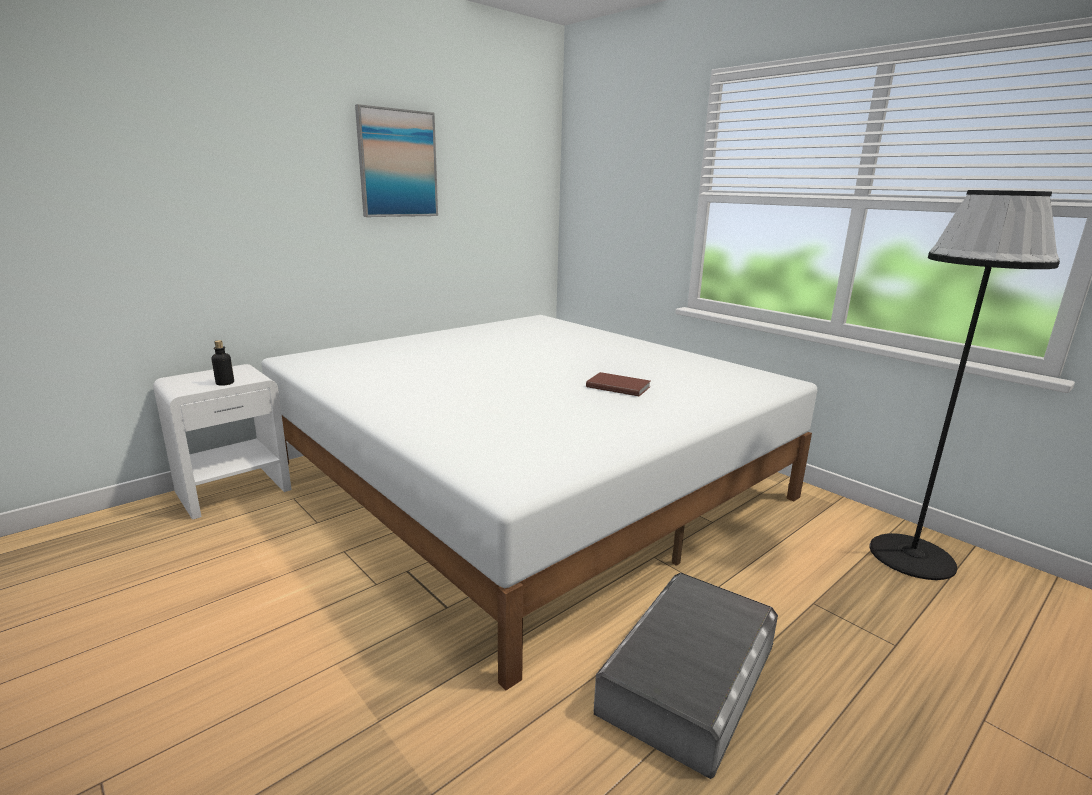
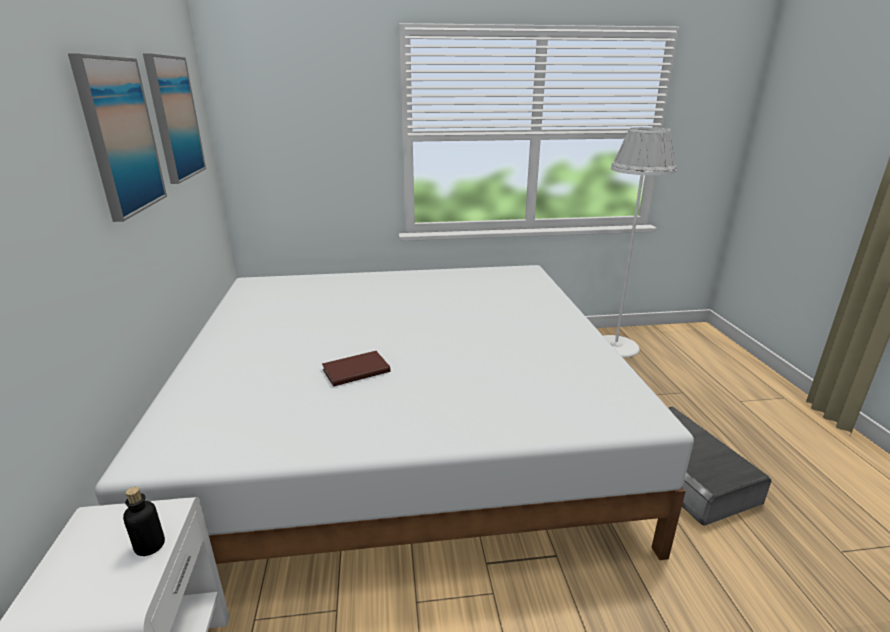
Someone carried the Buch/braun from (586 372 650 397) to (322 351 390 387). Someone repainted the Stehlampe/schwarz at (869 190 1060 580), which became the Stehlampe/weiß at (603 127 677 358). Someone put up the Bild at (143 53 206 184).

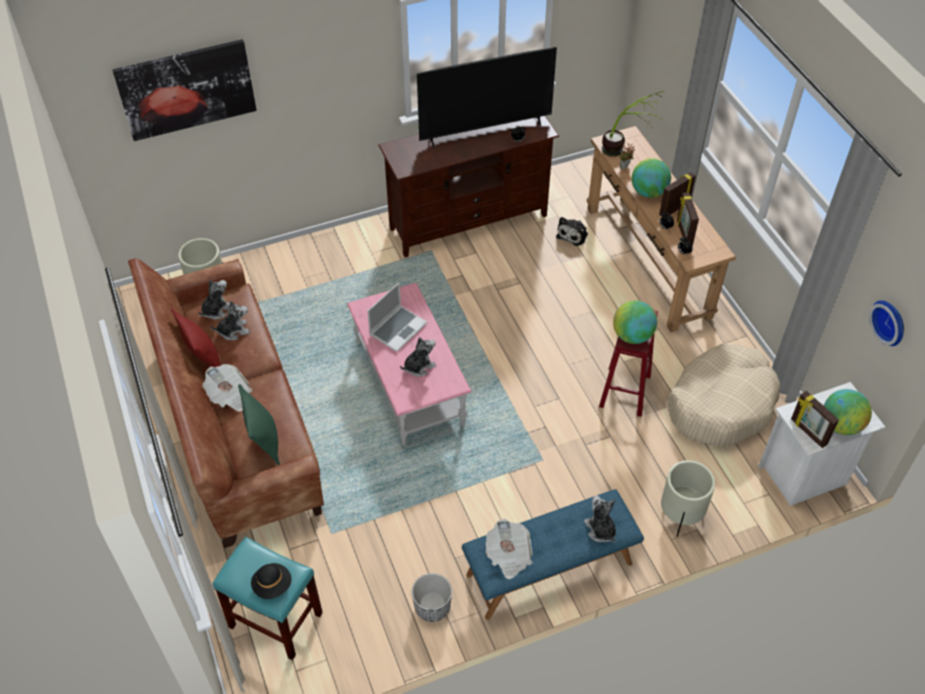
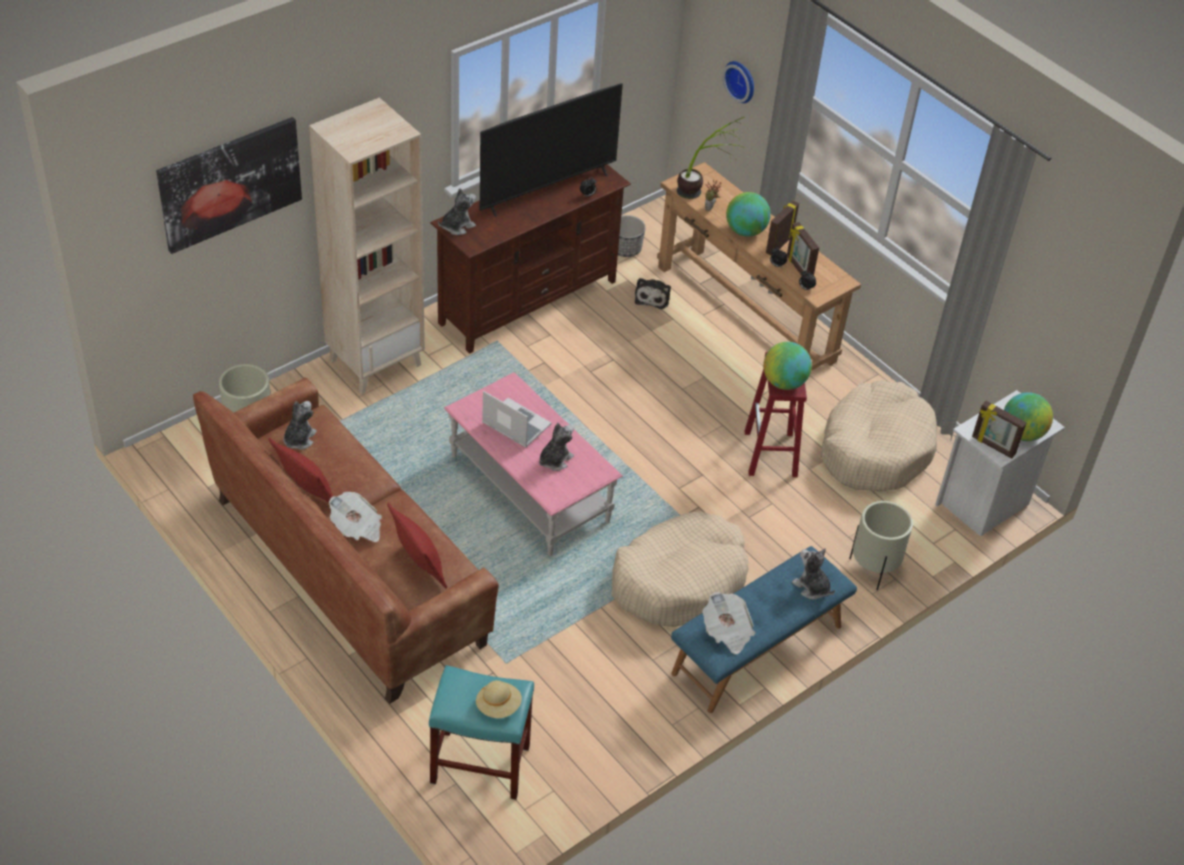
Someone carried the Plüschtier from (210 301 250 340) to (438 188 476 235). Someone repainted the Kissen/grün at (238 384 280 465), which became the Kissen/rot at (387 503 447 589). Someone repainted the Hut/schwarz at (251 563 292 599), which became the Hut/beige at (476 680 522 718). Someone rotated the Laptop at (367 282 427 352) by 75 degrees counterclockwise. Someone carried the Pflanzkübel from (412 573 452 622) to (618 215 646 257). Someone carried the Wanduhr from (869 301 904 346) to (723 61 754 103). Someone put down the Bücherregal/beige at (309 97 425 394). Someone put down the Hundebett/beige at (612 511 748 627).

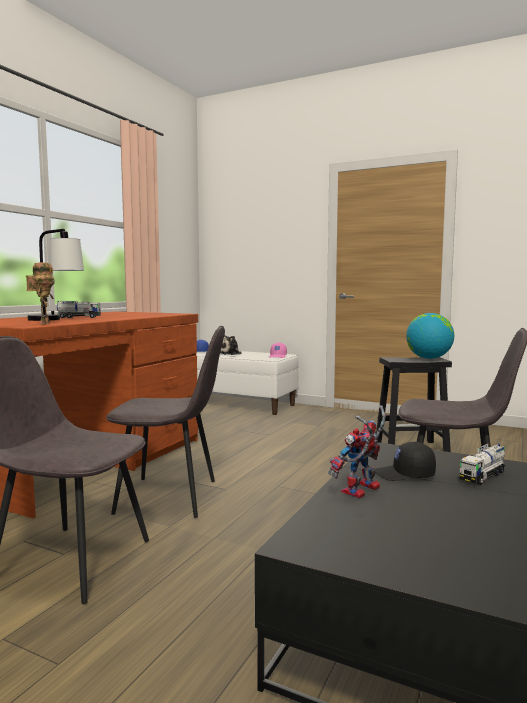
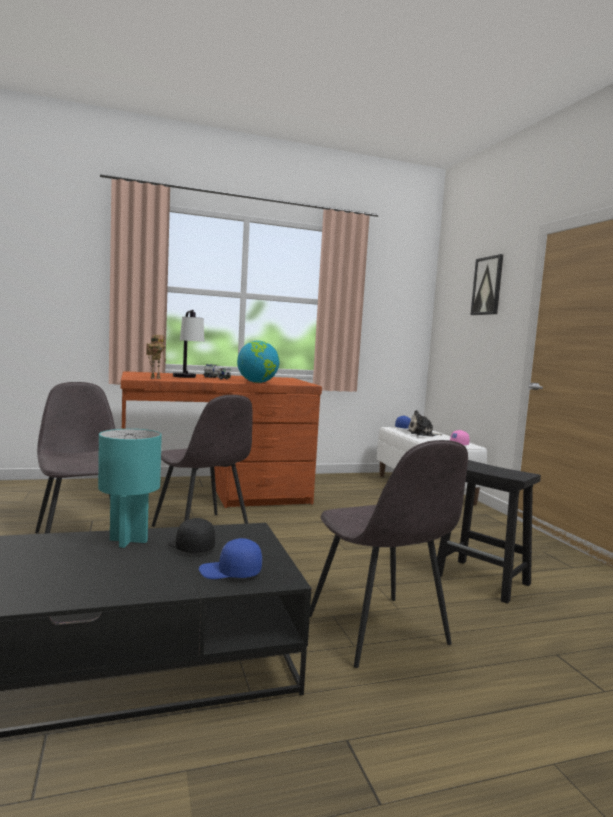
Someone swapped the Spielzeugroboter at (328 405 386 499) for the Tischlampe/türkis at (98 429 162 548). Someone carried the Globus from (406 313 454 359) to (237 341 279 383). Someone swapped the Spielzeuglaster at (459 444 506 485) for the Kappe/blau at (199 538 262 579). Someone put up the Bild at (471 254 503 315).

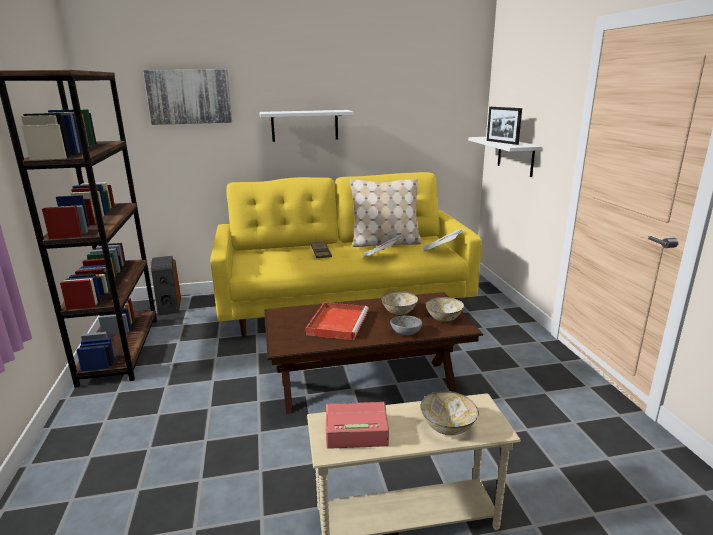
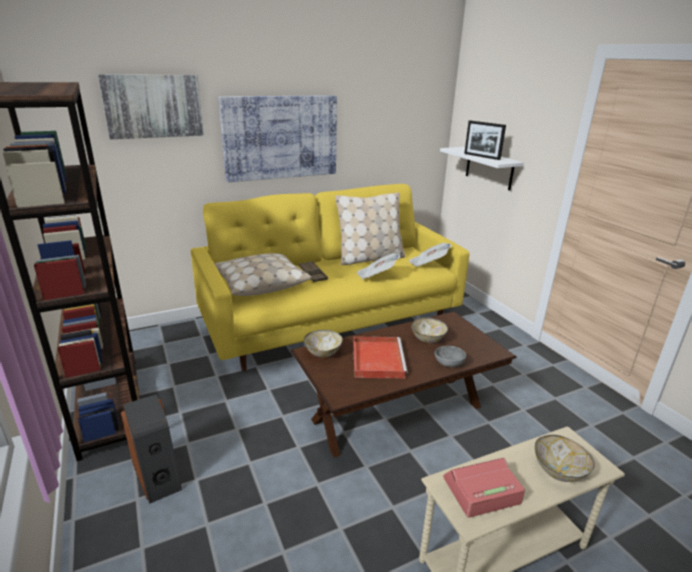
Someone carried the Lautsprecher from (150 256 181 316) to (121 394 182 504). Someone swapped the Wandregal/weiß at (259 110 354 142) for the Bild at (219 95 337 182). Someone carried the Schüssel from (425 297 464 322) to (304 330 343 357). Someone put down the Kissen/beige at (214 253 312 296).

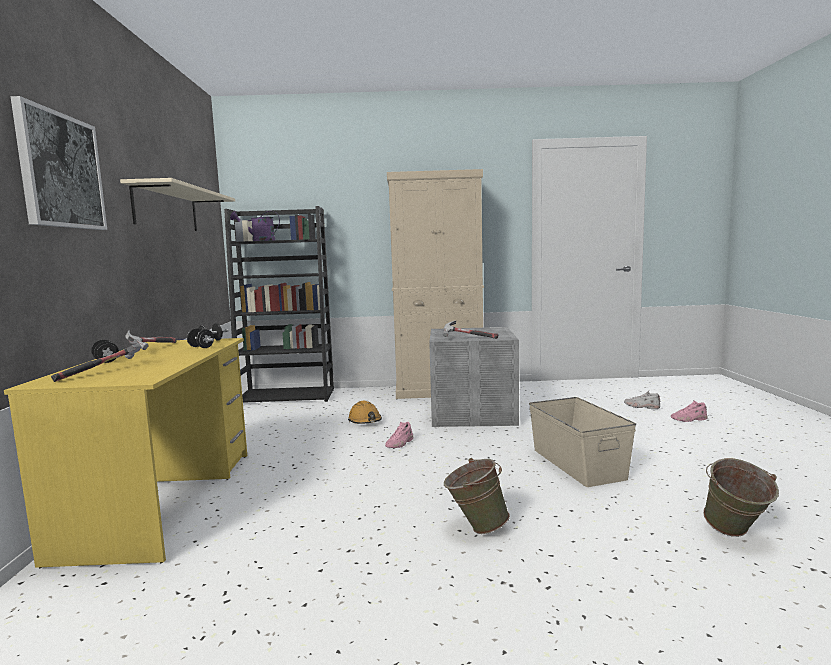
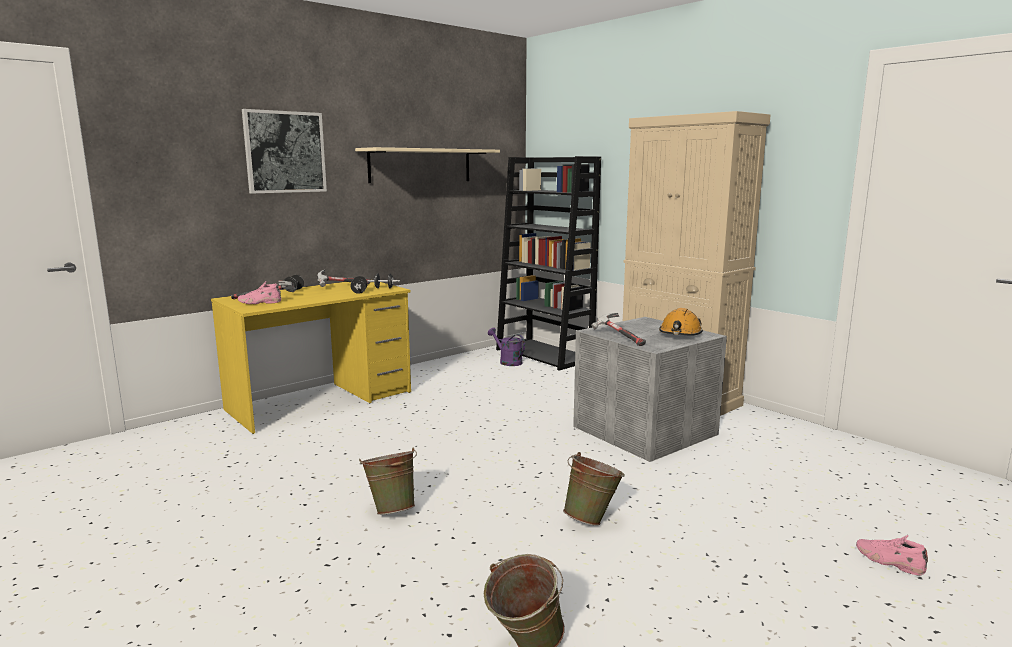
Someone carried the Gießkanne/lila from (230 211 280 241) to (488 328 525 366). Someone carried the Schutzhelm/orange from (348 401 382 424) to (659 308 703 335). Someone carried the Schuh/rosa from (385 422 413 448) to (238 281 281 304). Someone swapped the Aufbewahrungsbox/beige at (529 397 636 487) for the Eimer/grün at (563 452 625 526). Someone took away the Schuh/weiß at (624 391 660 409).

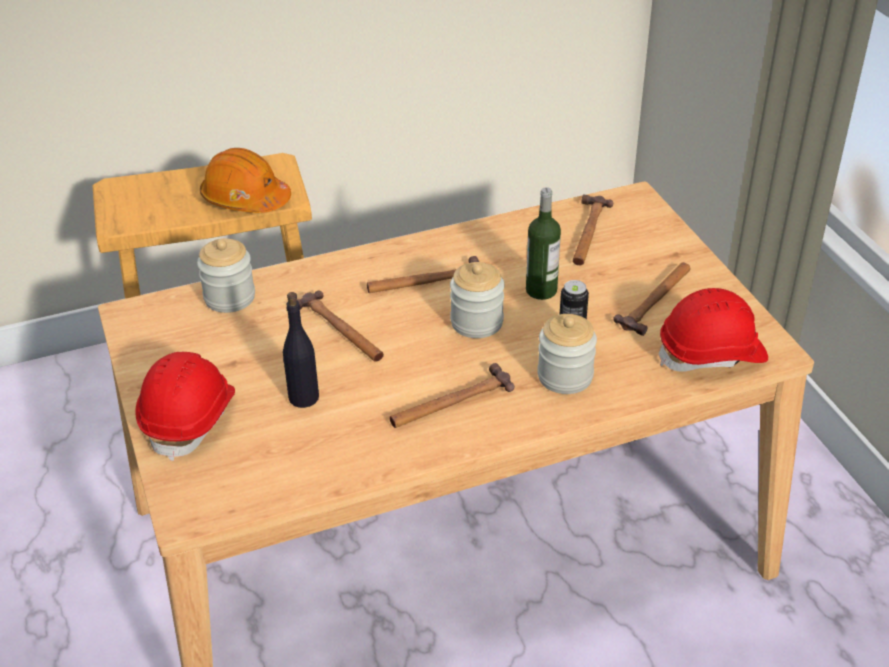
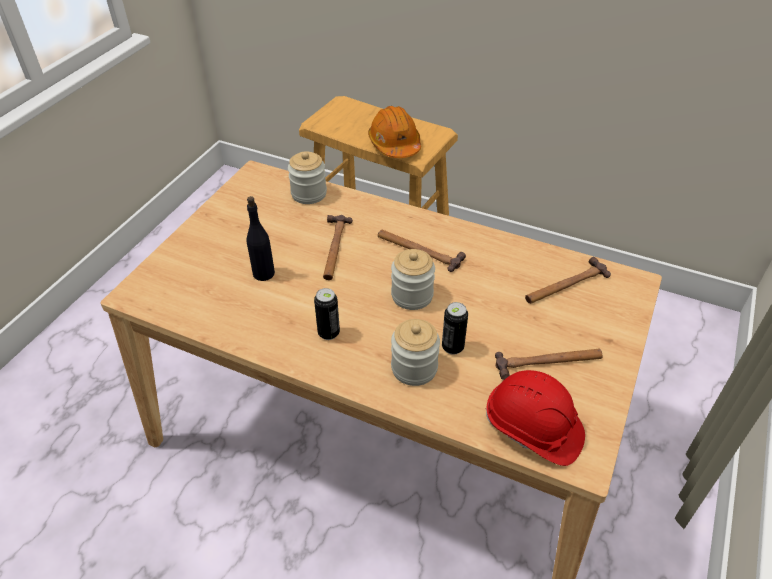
Someone took away the Schutzhelm/rot at (135 352 235 461). Someone swapped the Hammer at (390 363 514 428) for the Dose at (314 288 340 340). Someone took away the Flasche at (526 187 561 300).

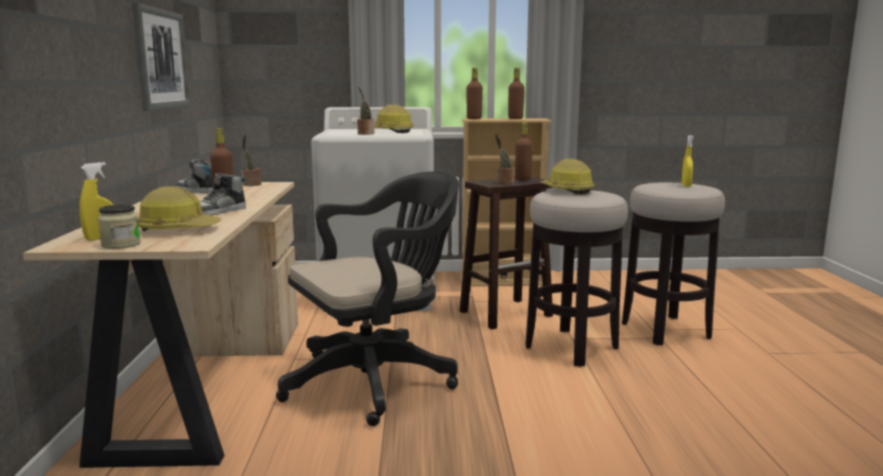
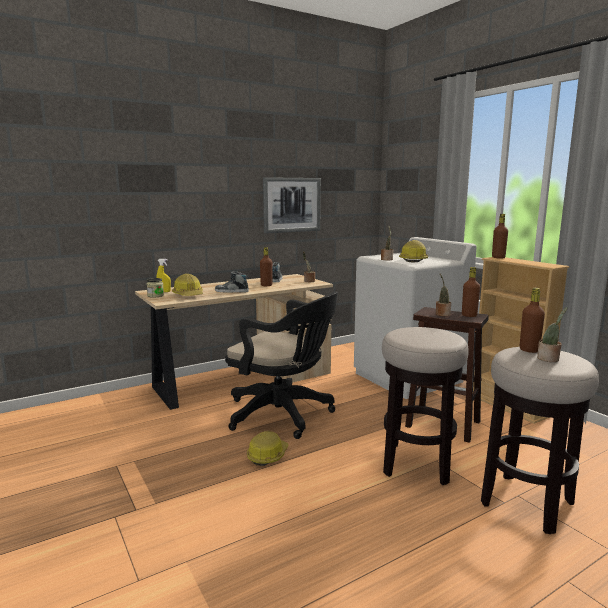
Someone carried the Flasche/braun from (508 68 525 119) to (520 288 545 353). Someone carried the Schutzhelm from (540 159 595 194) to (247 431 289 466). Someone swapped the Sprühflasche/gelb at (682 135 694 187) for the Topfpflanze at (537 307 567 362).

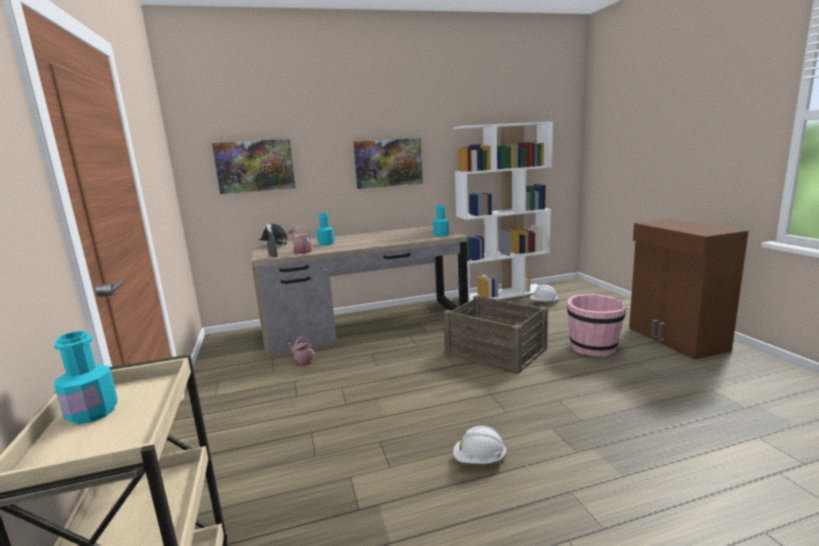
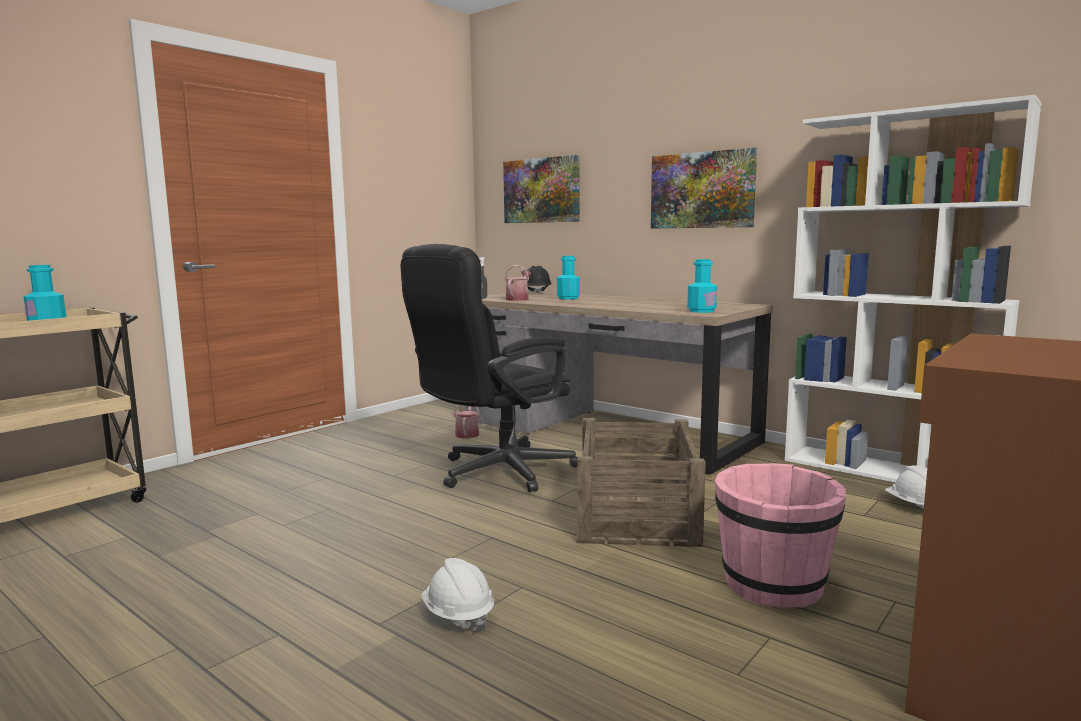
Someone carried the Schutzhelm/weiß from (453 426 507 464) to (421 558 494 632). Someone put down the Bürostuhl/schwarz at (400 244 578 493).

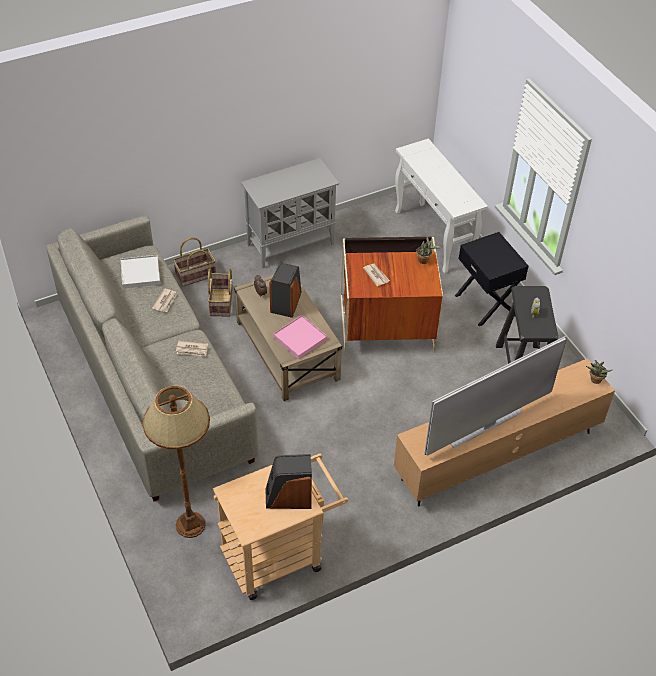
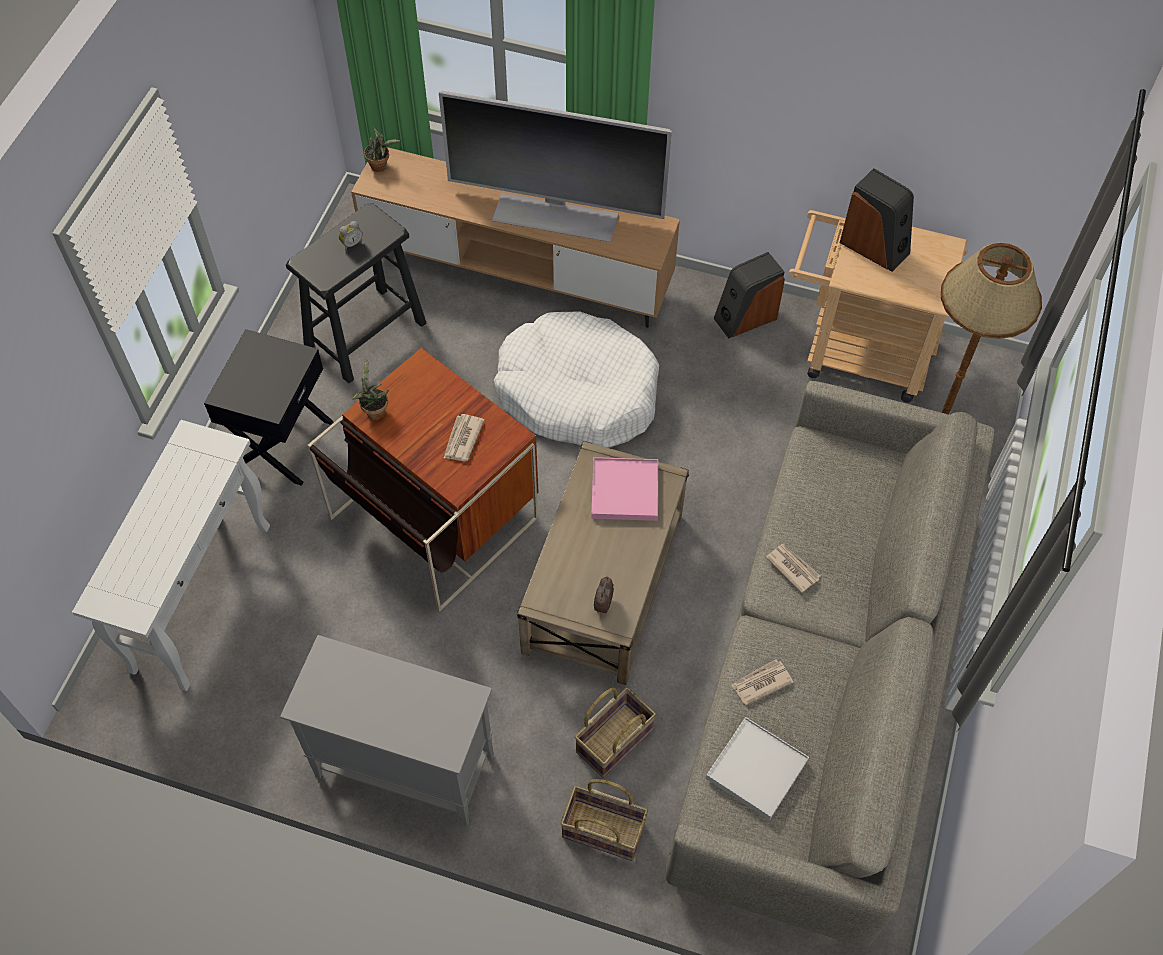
Someone carried the Lautsprecher from (269 262 301 318) to (713 252 785 338). Someone put down the Hundebett/weiß at (494 311 659 447).

